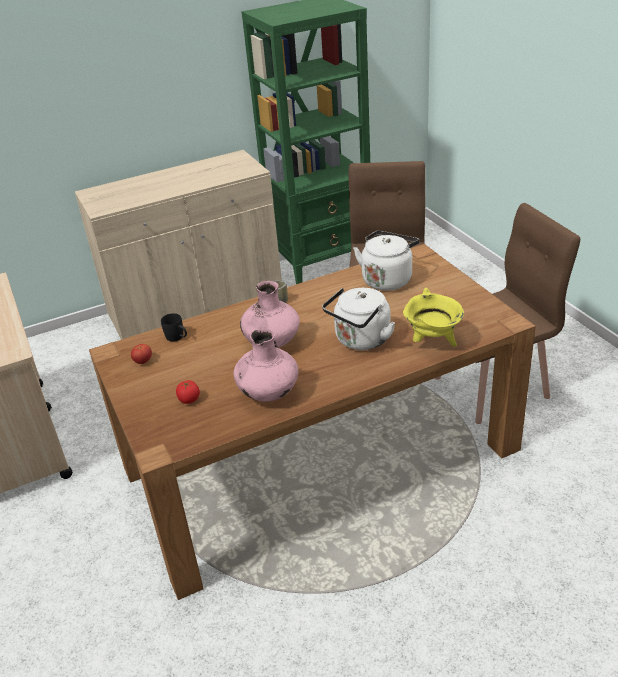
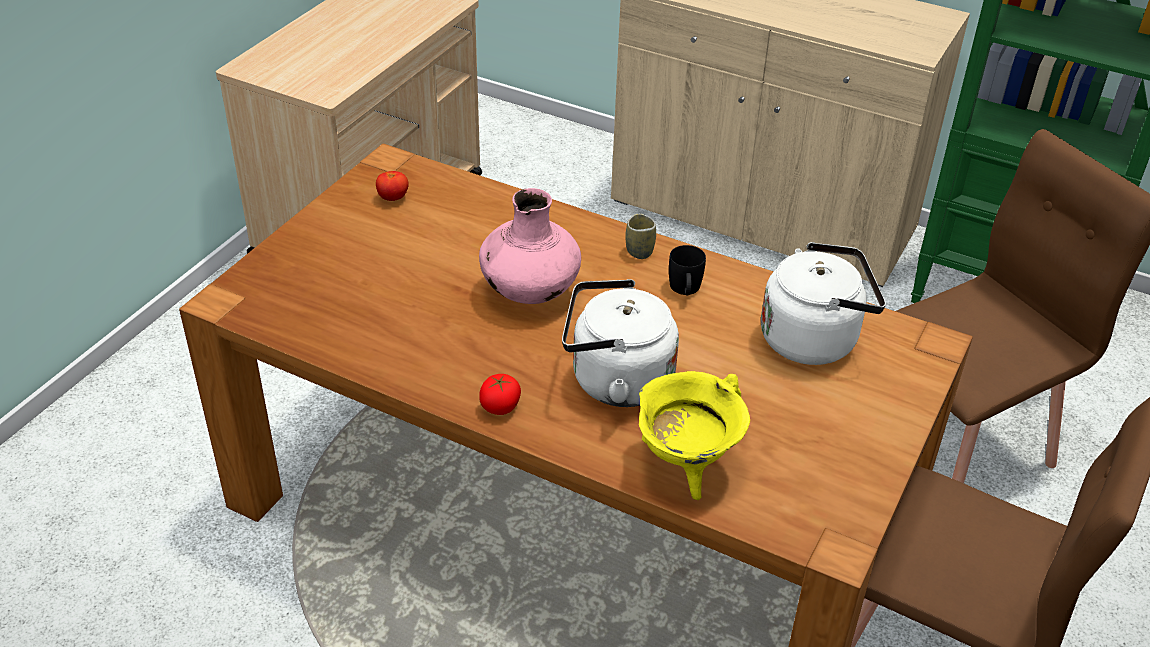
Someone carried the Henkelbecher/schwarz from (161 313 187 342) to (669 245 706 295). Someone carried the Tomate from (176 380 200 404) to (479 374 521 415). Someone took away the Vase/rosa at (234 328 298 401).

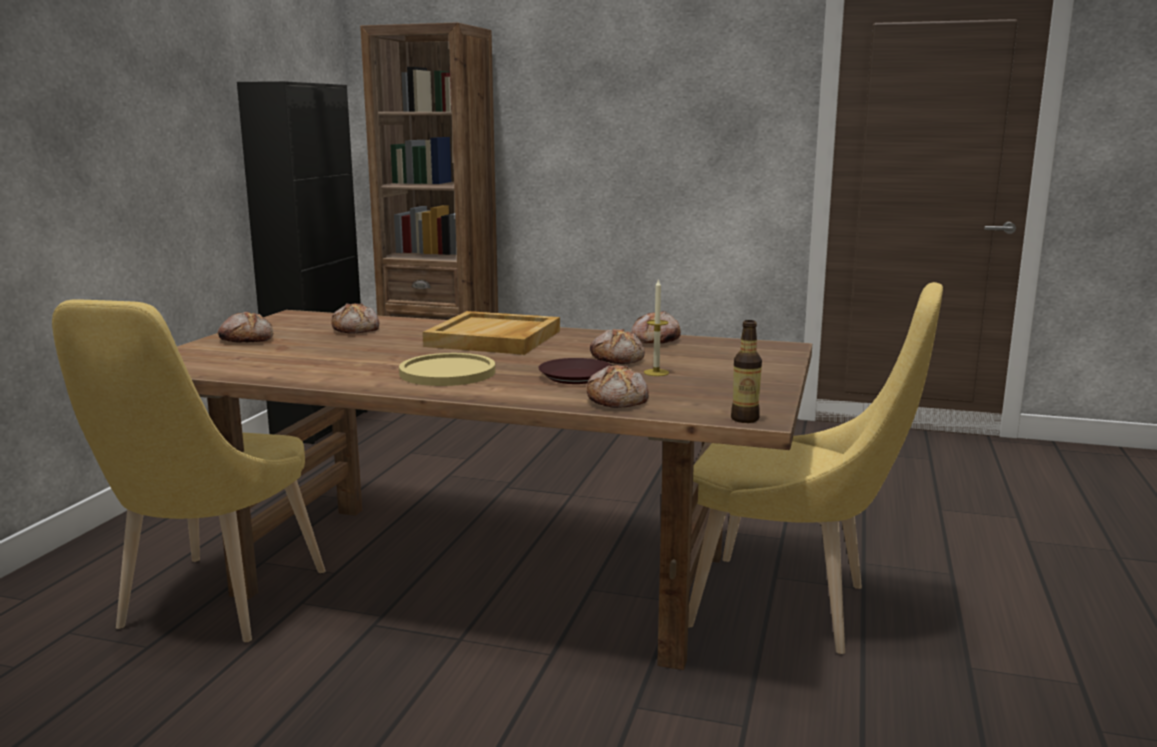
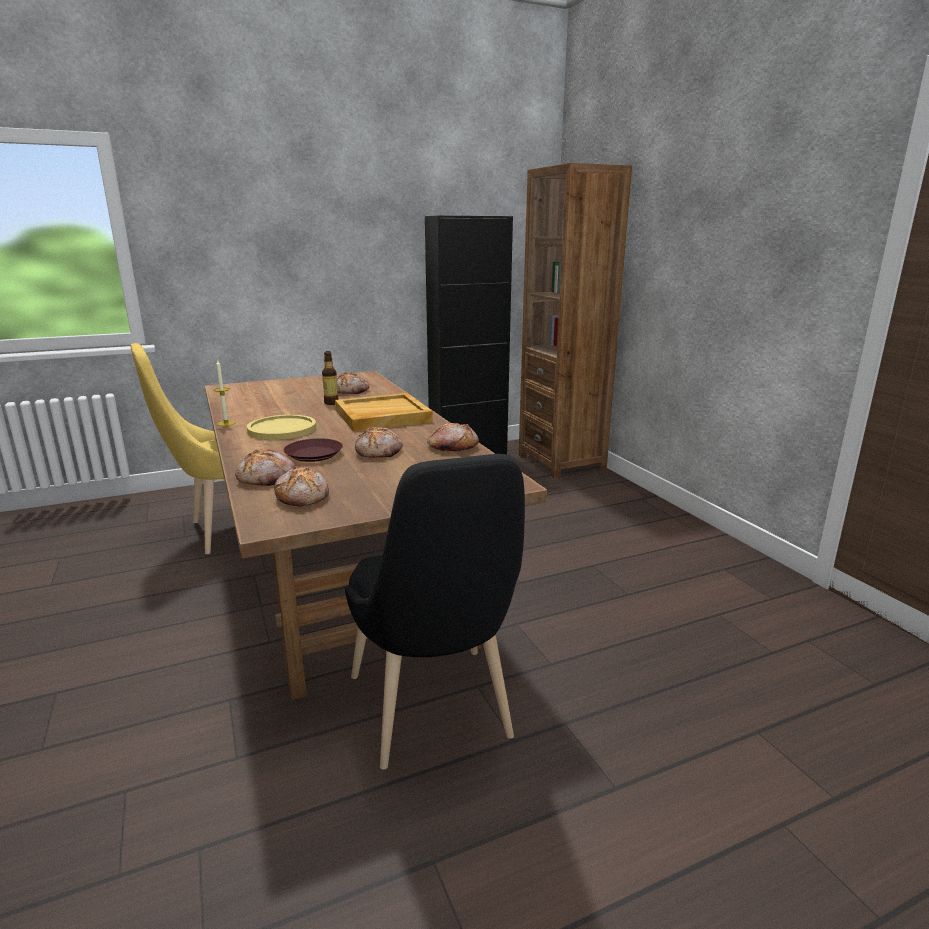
Someone carried the Brot from (218 312 273 342) to (274 467 329 507). Someone carried the Kerze from (644 279 669 376) to (214 359 235 426). Someone repainted the Stuhl/gelb at (688 282 943 654), which became the Stuhl/schwarz at (345 454 525 770). Someone carried the Flasche from (731 320 762 423) to (322 351 339 405).

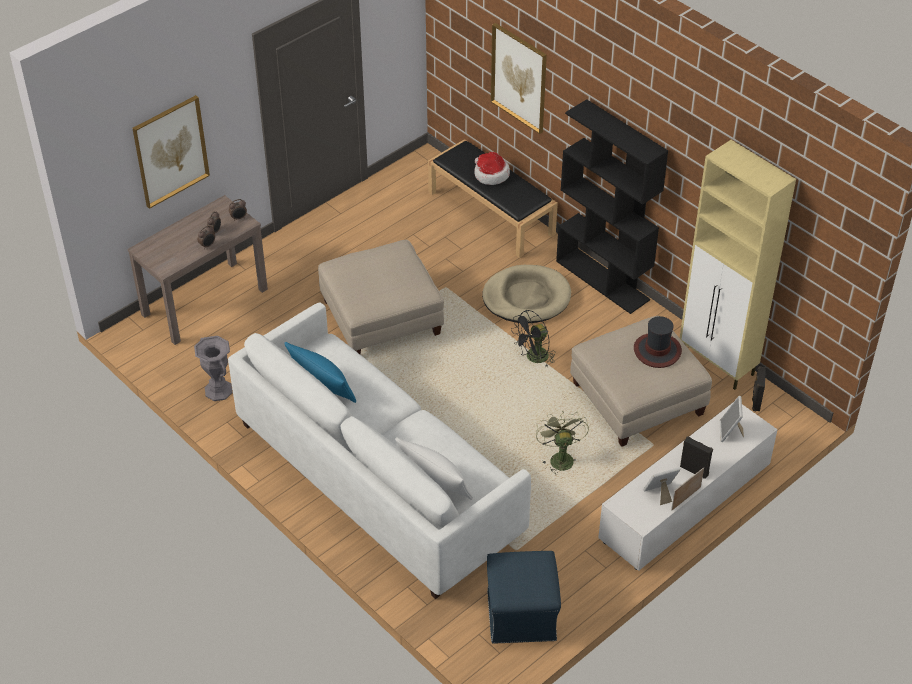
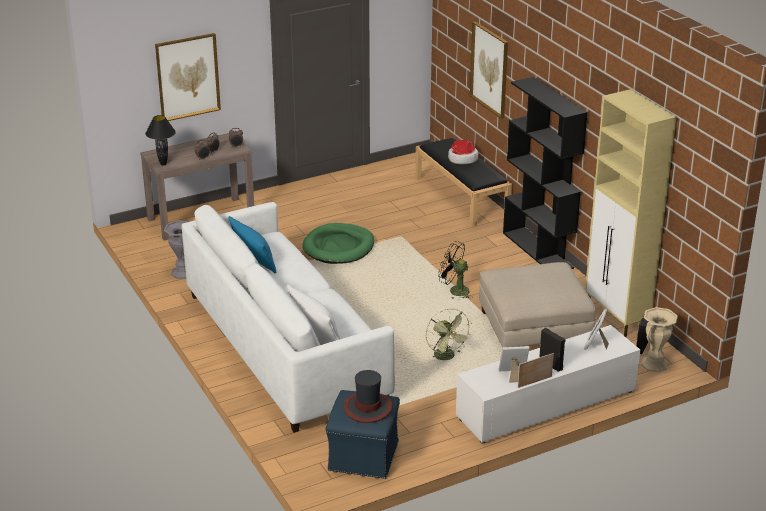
Someone swapped the Polsterhocker/beige at (318 240 444 354) for the Hundebett/grün at (302 223 374 264). Someone took away the Hundebett/beige at (482 265 571 323). Someone rotated the Ventilator/schwarz at (511 310 556 367) by 45 degrees clockwise. Someone rotated the Ventilator/grün at (536 411 589 474) by 150 degrees clockwise. Someone carried the Hut from (634 316 682 368) to (343 370 393 423). Someone put down the Tischlampe/schwarz at (145 115 176 166). Someone put down the Vase/beige at (641 307 678 372).

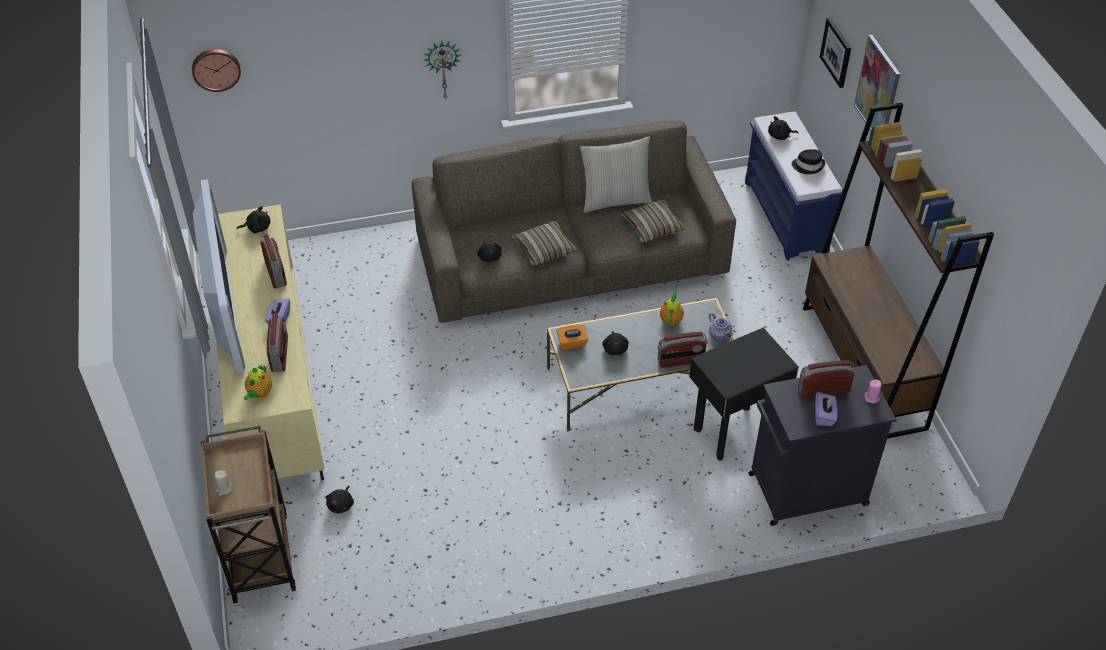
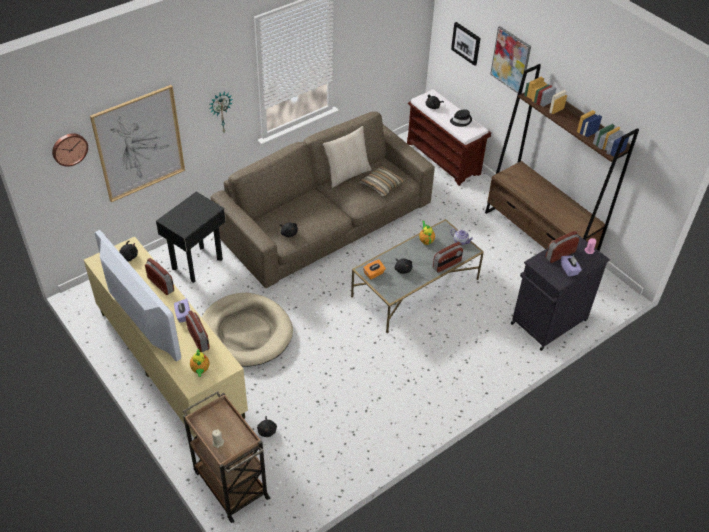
Someone took away the Kissen at (512 221 577 266). Someone carried the Beistelltisch/schwarz from (689 328 799 461) to (156 192 226 283). Someone repainted the Bank/blau at (745 111 843 260), which became the Bank/braun at (407 89 491 186). Someone put up the Bild at (90 85 185 202). Someone put down the Hundebett/beige at (202 293 293 367).

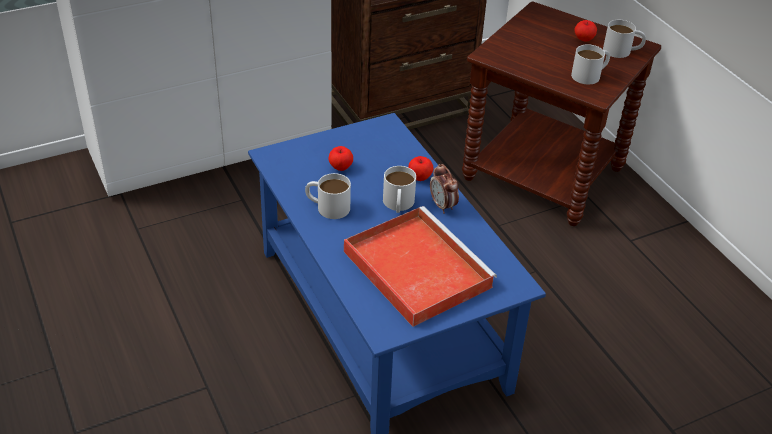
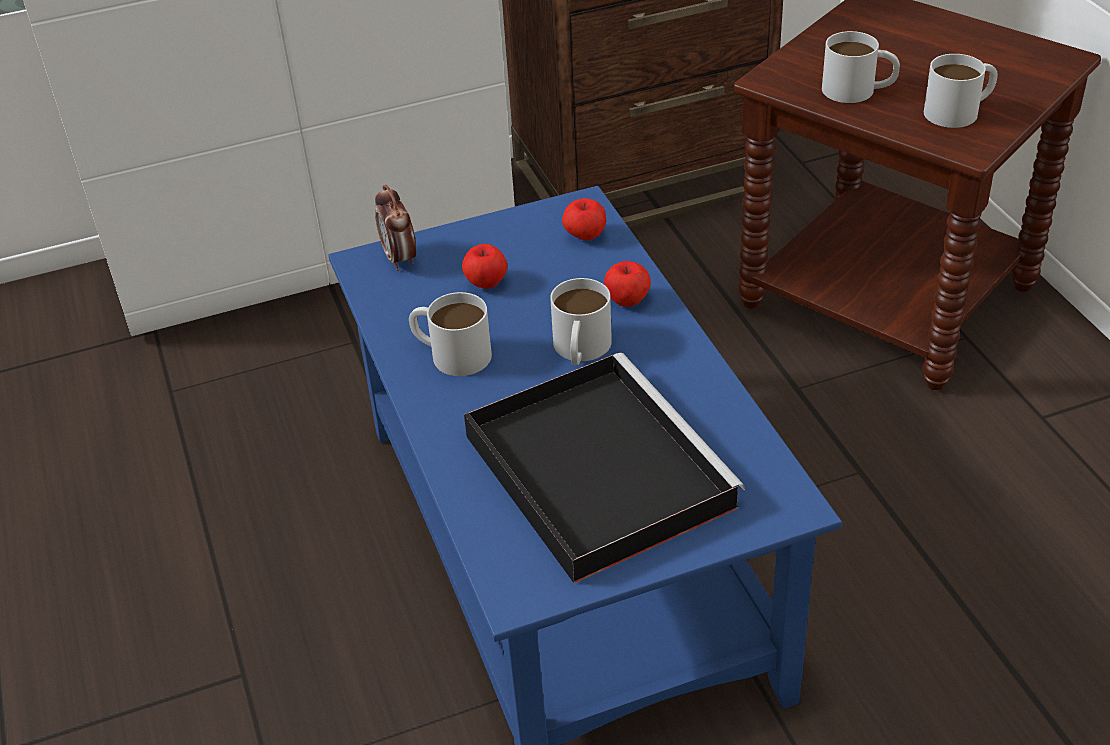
Someone repainted the Tablett/rot at (344 206 497 327), which became the Tablett/schwarz at (464 353 745 583). Someone carried the Wecker from (430 164 459 214) to (375 185 416 271). Someone carried the Apfel from (575 20 597 42) to (562 198 606 240). Someone carried the Henkelbecher/weiß from (603 20 646 58) to (822 31 900 103).

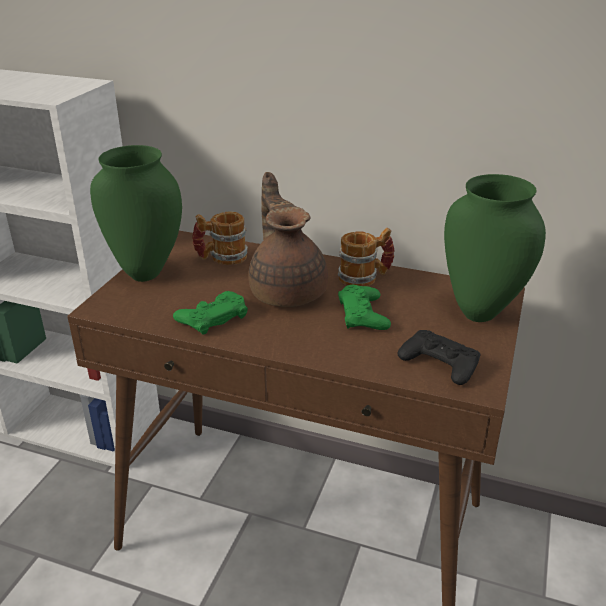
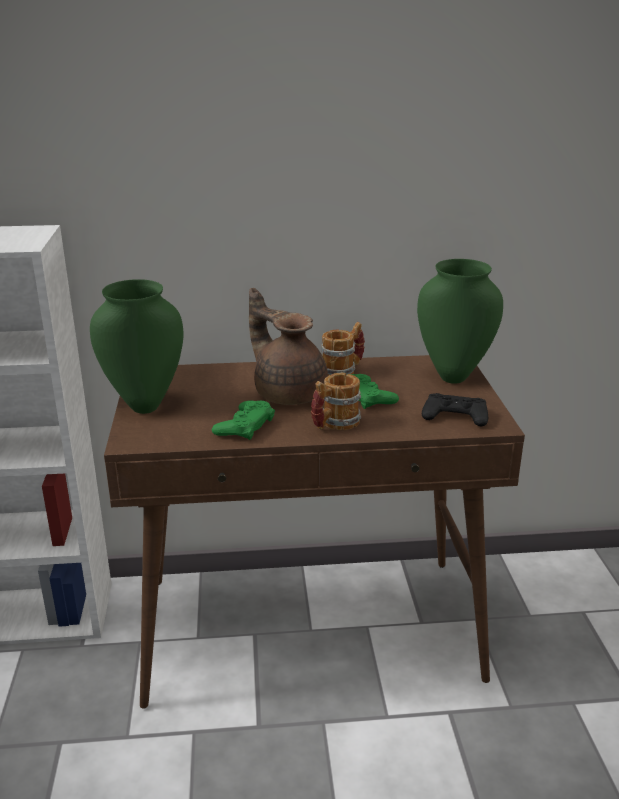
Someone carried the Henkelbecher from (192 211 248 265) to (311 372 361 430).

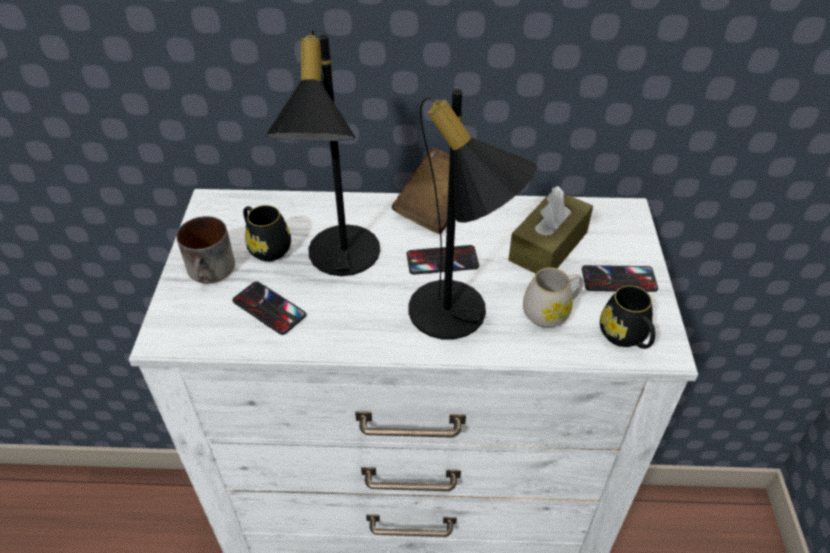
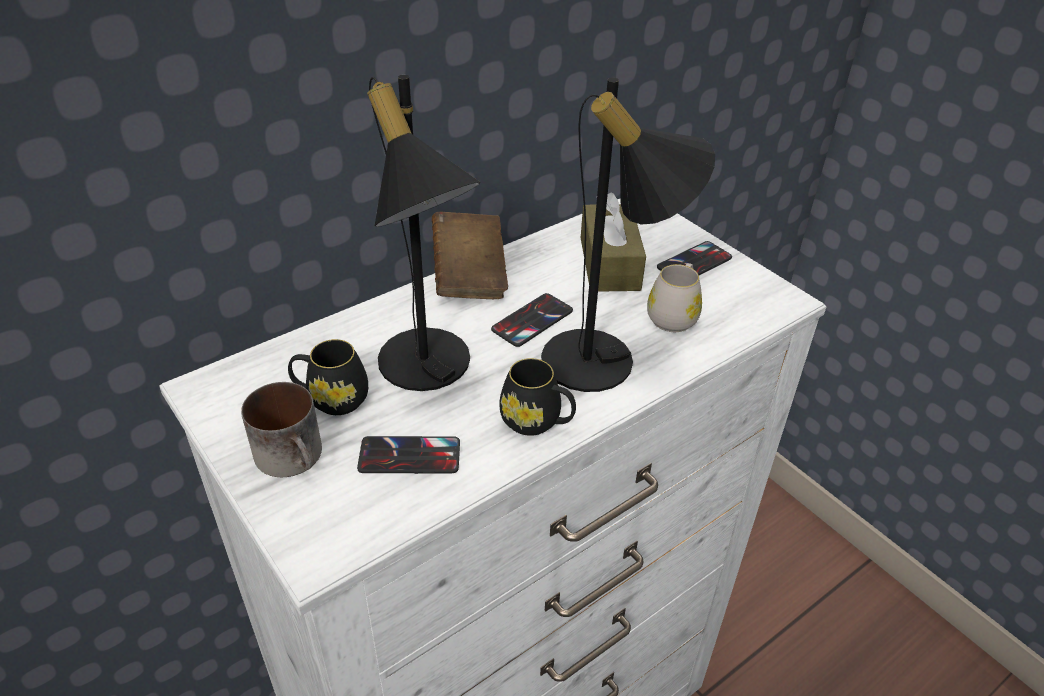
Someone carried the Henkelbecher/schwarz from (600 286 656 349) to (499 358 576 436).

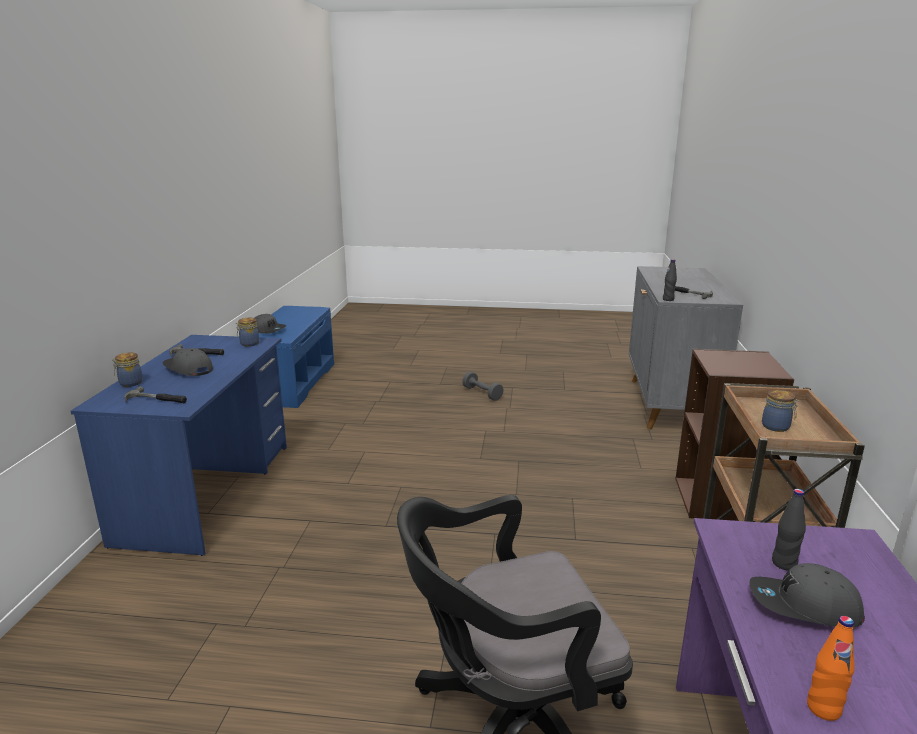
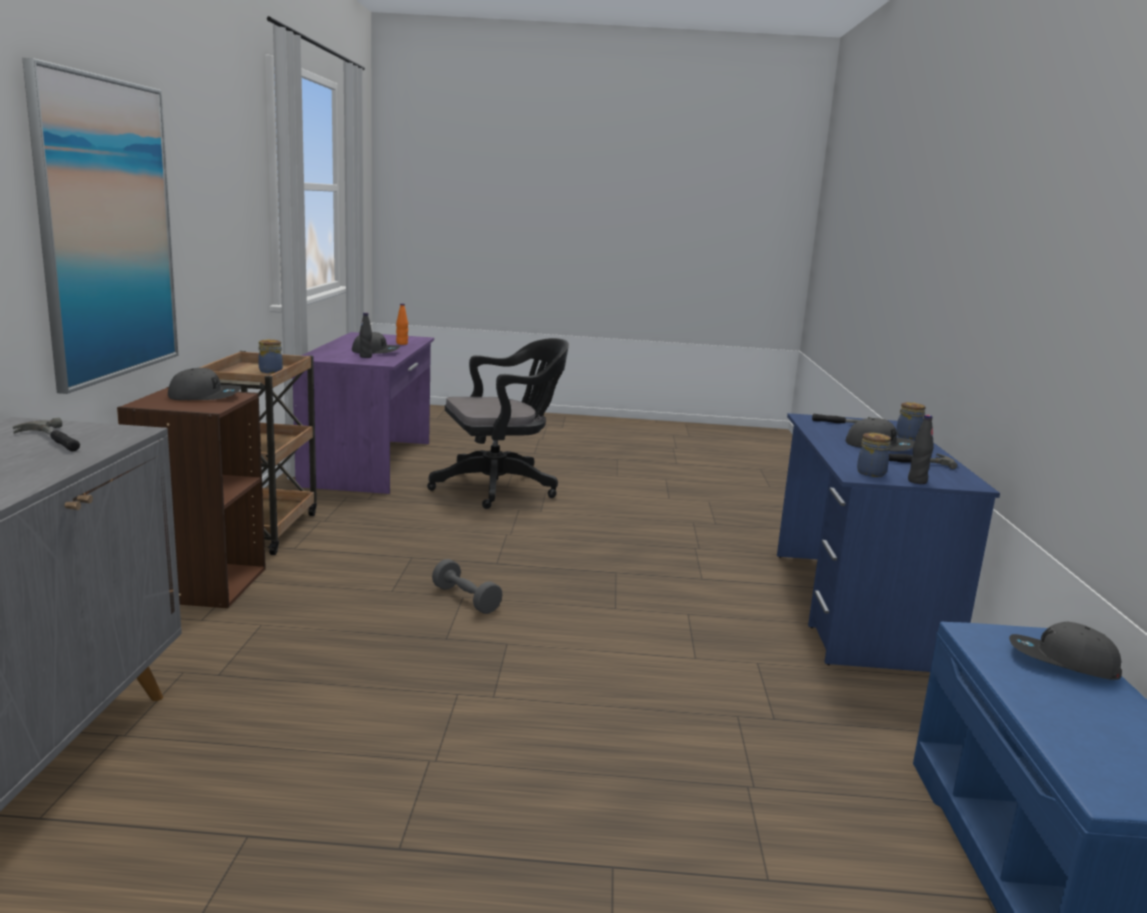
Someone carried the Hantel/grau from (462 372 504 401) to (432 559 503 614). Someone carried the Flasche/schwarz from (663 259 677 301) to (908 415 934 484). Someone put up the Bild at (22 58 178 394). Someone put down the Kappe/grau at (168 368 241 400).

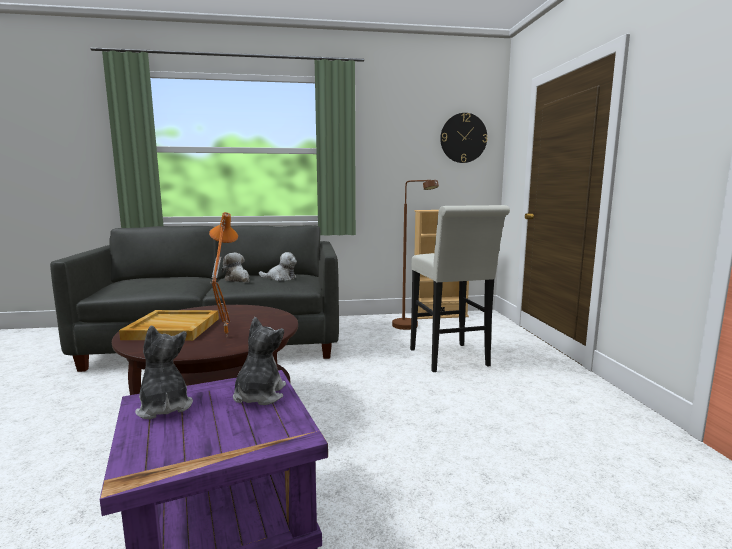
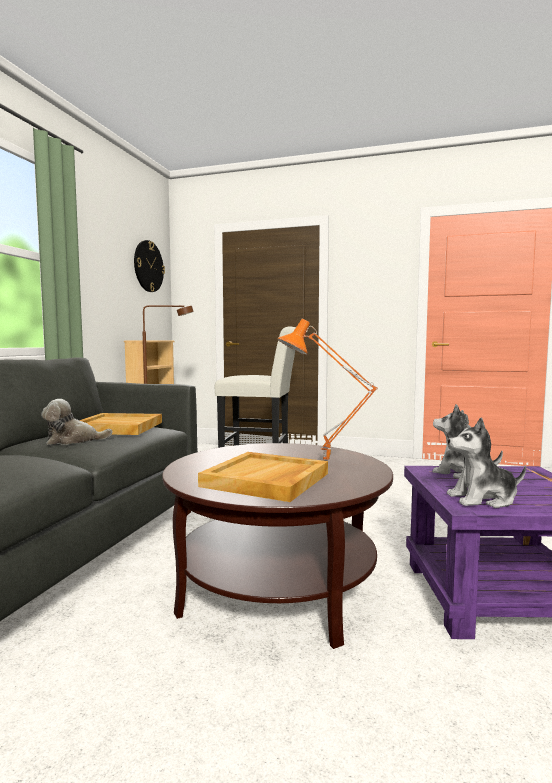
Someone swapped the Plüschtier at (259 252 297 281) for the Tablett/beige at (79 413 162 435).

